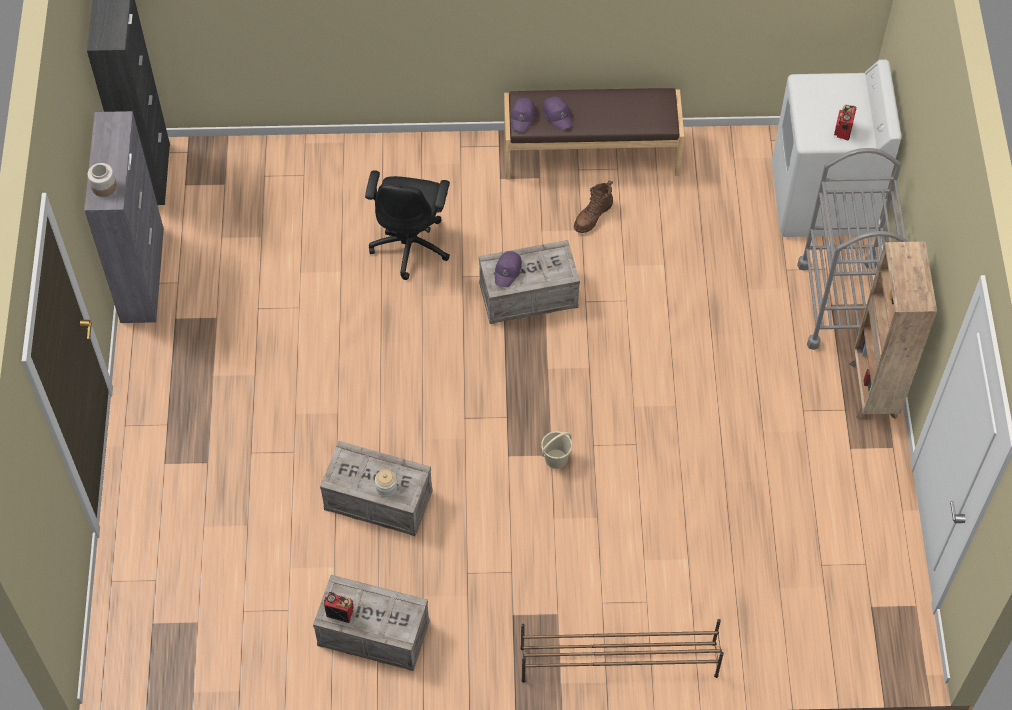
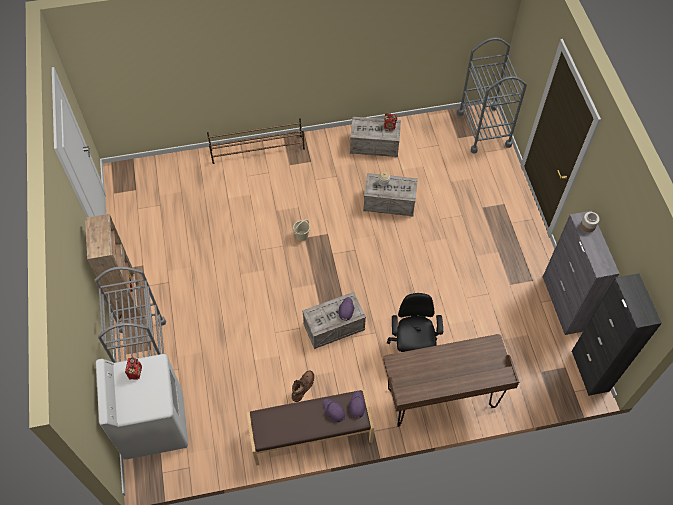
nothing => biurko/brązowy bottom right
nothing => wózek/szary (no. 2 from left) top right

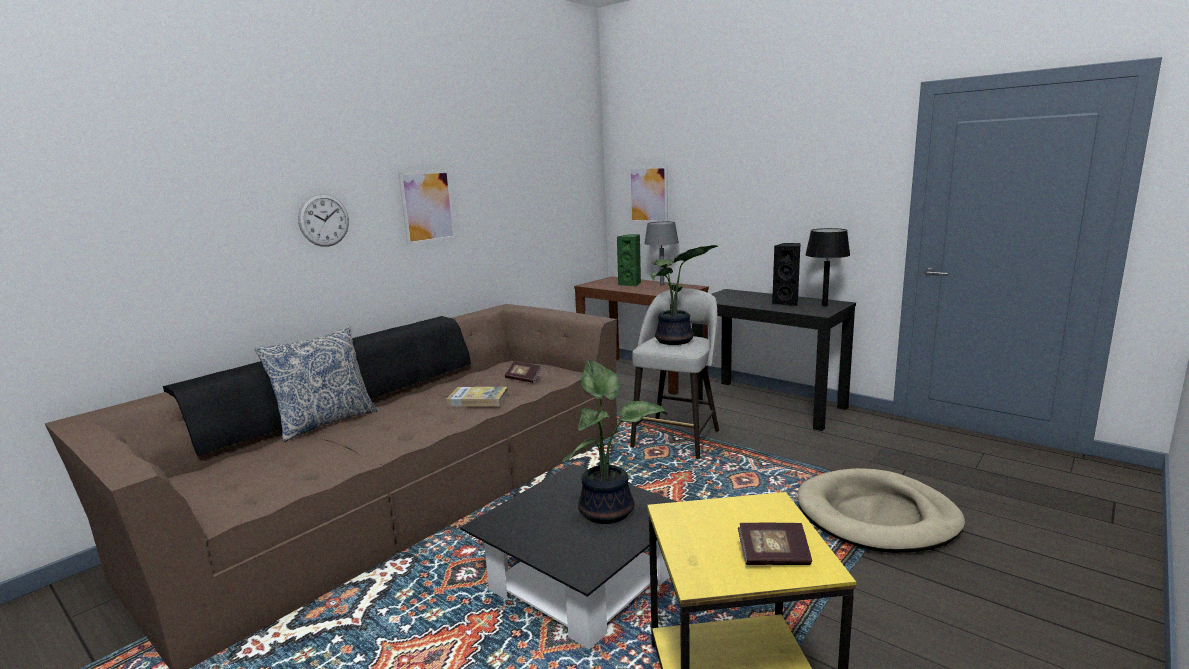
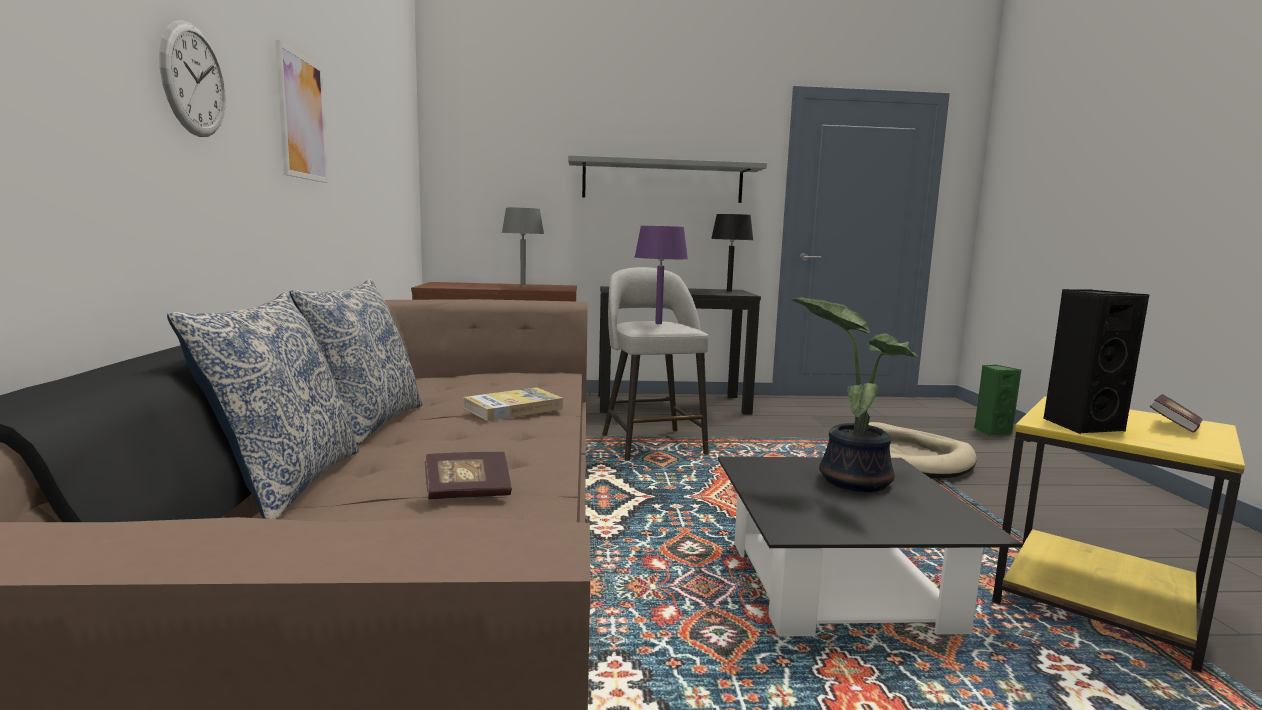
obraz (no. 2 from left) top centre => nothing
nothing => poduszka (no. 2 from left) middle left
nothing => półka/szary top centre
książka (no. 2 from left in the first image) centre => książka (no. 1 from left) bottom centre, relocated
głośnik/zielony centre => głośnik/zielony middle right, relocated
głośnik/czarny centre => głośnik/czarny middle right, relocated
roślina doniczkowa (no. 2 from left) centre => lampa stołowa/fioletowy centre

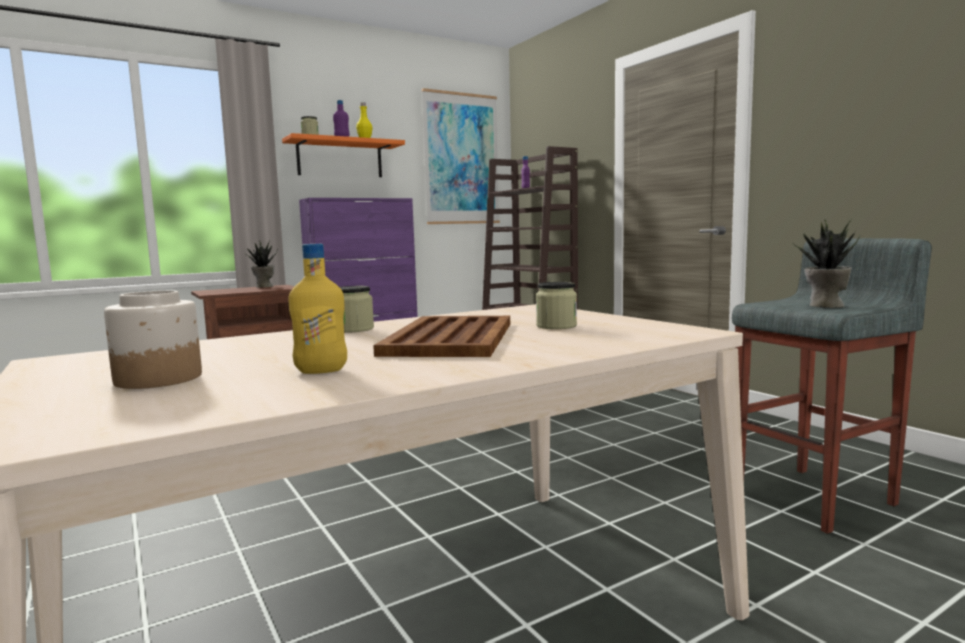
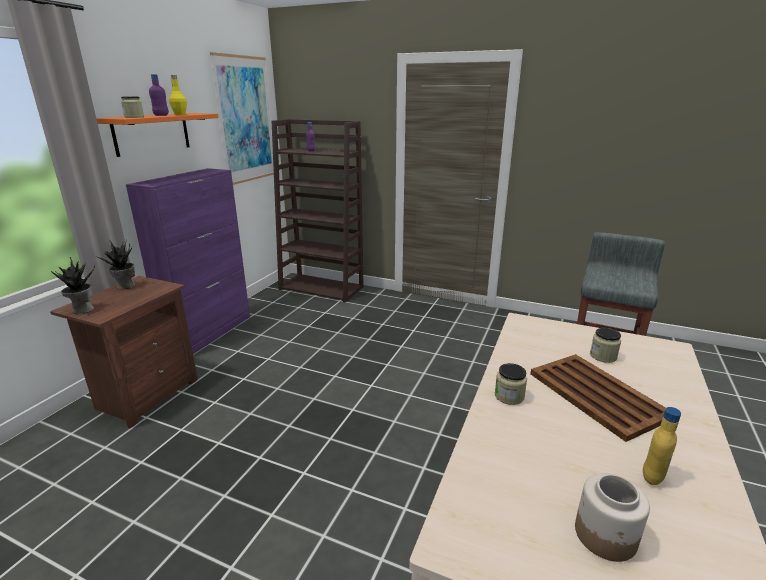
roślina doniczkowa (no. 2 from left in the first image) middle right => roślina doniczkowa (no. 1 from left) middle left, relocated

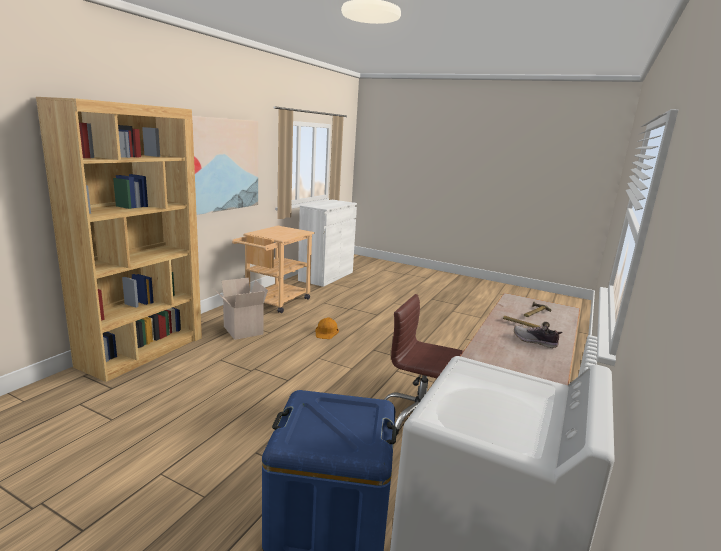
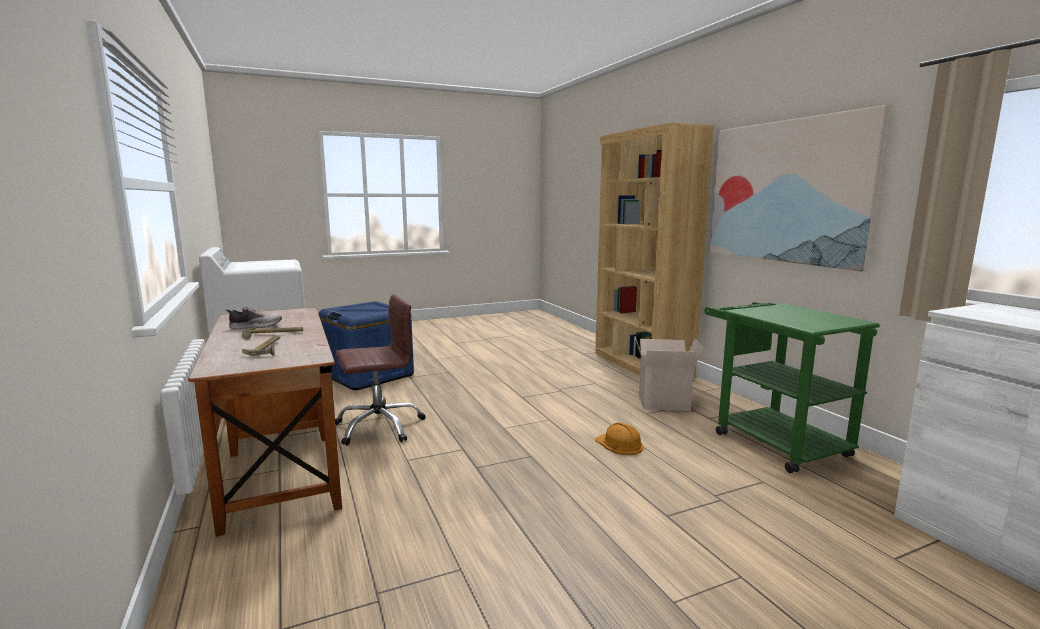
wózek/beżowy centre => wózek/zielony middle right

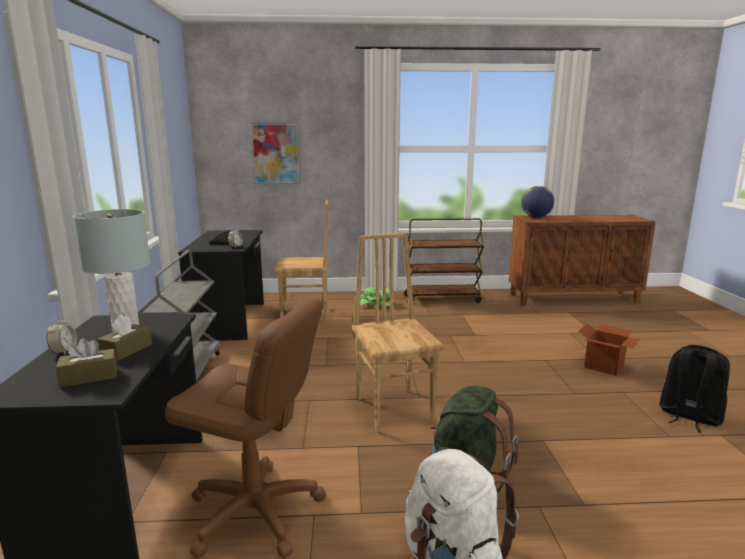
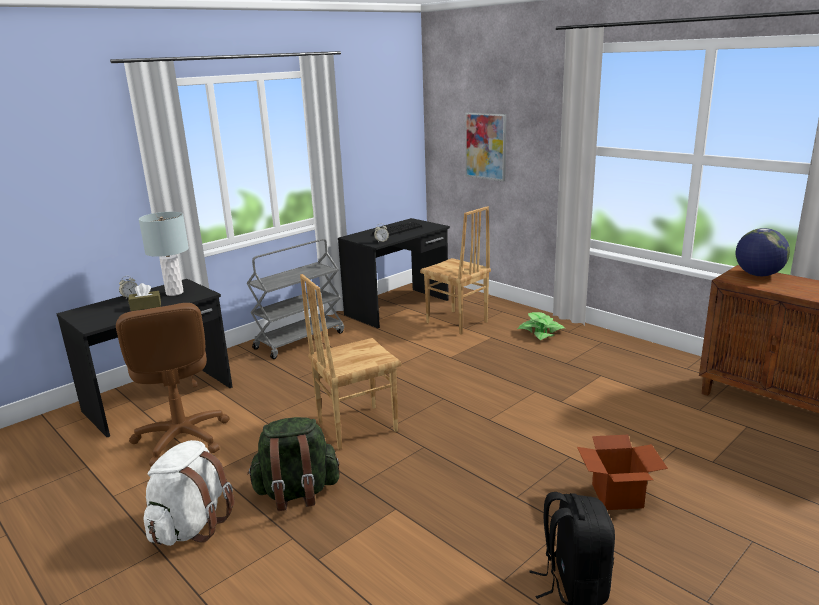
pudełko chusteczek/brązowy (no. 1 from left) middle left => nothing
wózek/brązowy centre => nothing
krzesło/brązowy (no. 2 from left in the first image) centre => krzesło/brązowy (no. 1 from left) centre, 150 degrees counterclockwise

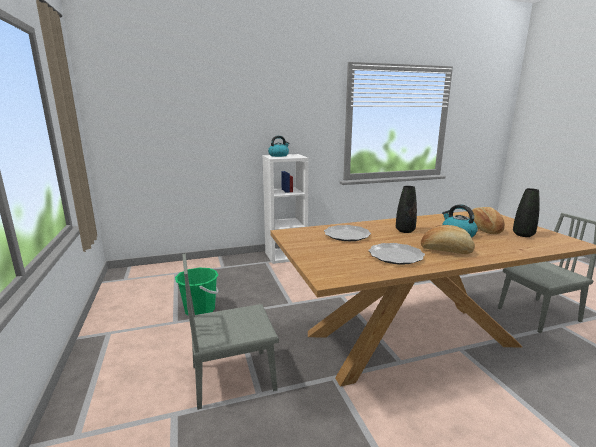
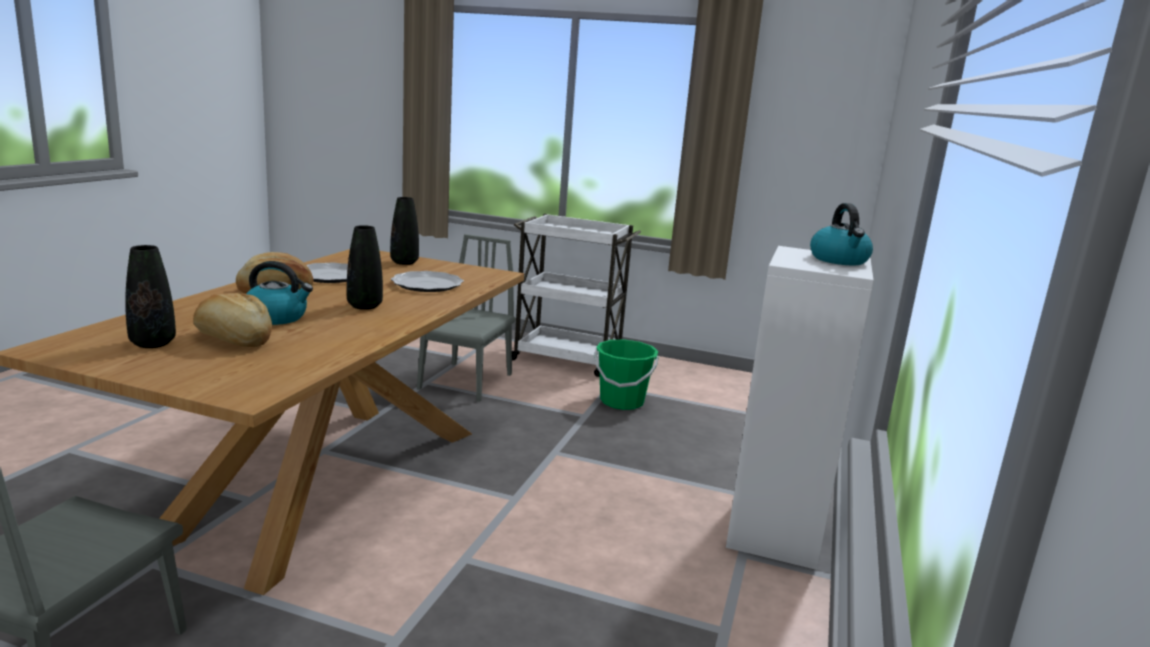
nothing => wazon/czarny (no. 3 from left) centre
nothing => wózek/biały centre

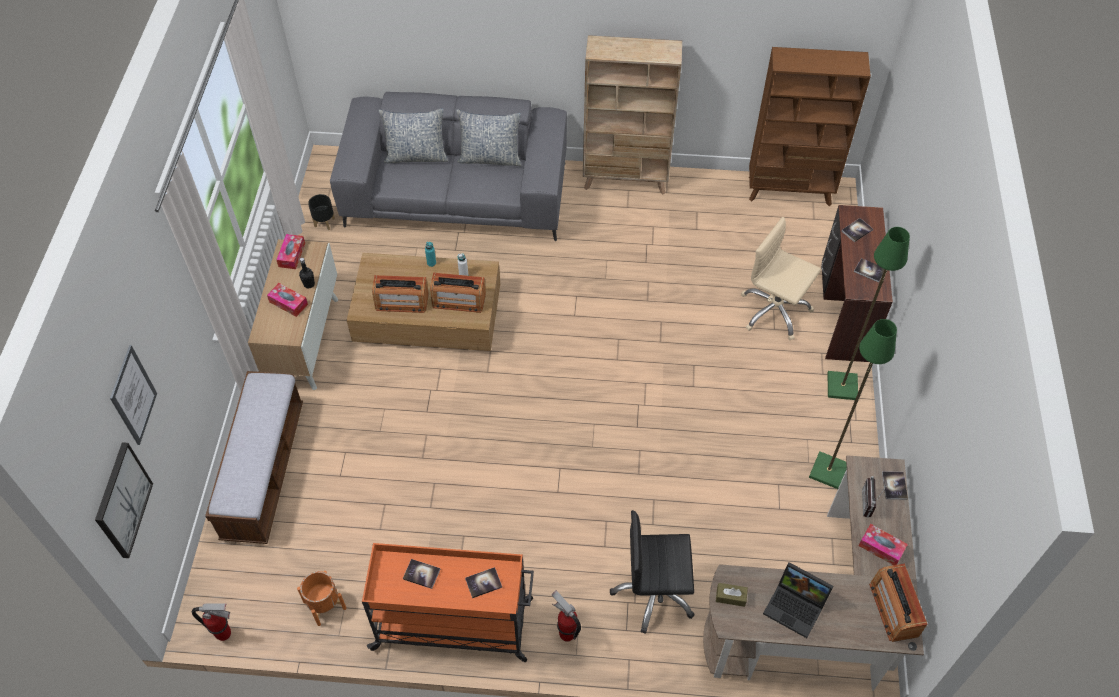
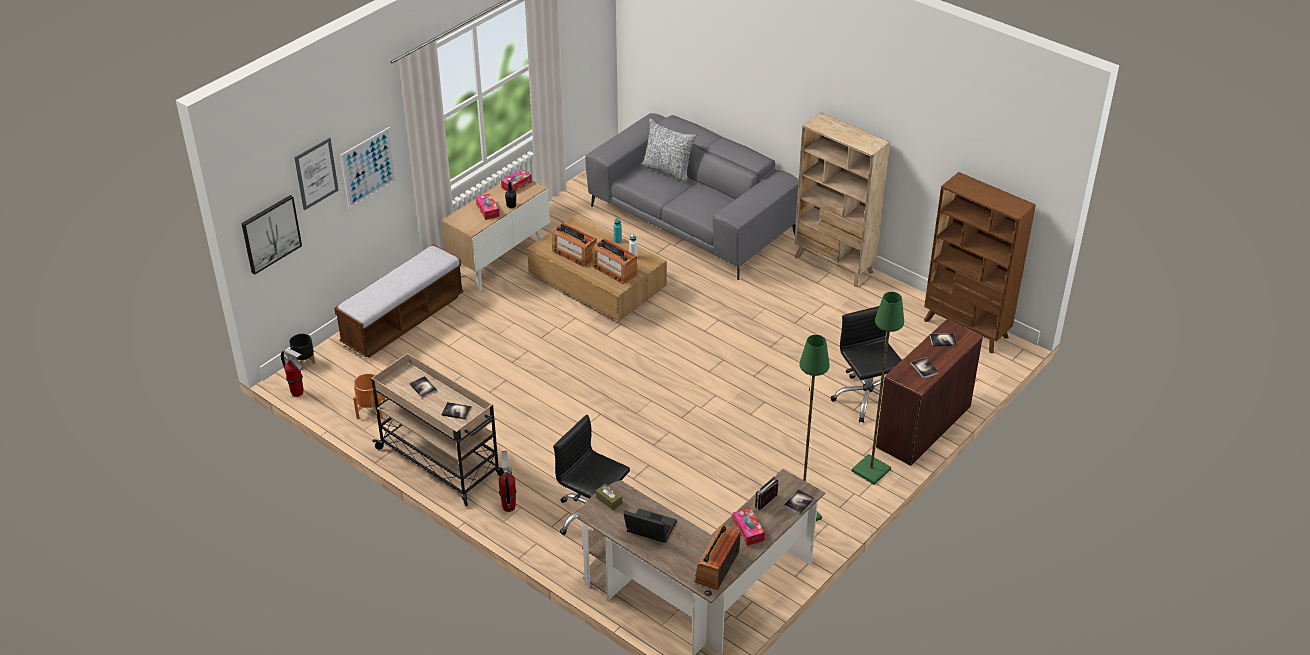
poduszka (no. 2 from left) top centre => nothing
nothing => obraz (no. 3 from left) top left
donica/czarny top left => donica/czarny middle left, relocated
wózek/pomarańczowy bottom centre => wózek/beżowy centre
krzesło biurowe/beżowy middle right => krzesło biurowe/czarny (no. 2 from left) centre
laptop bottom right => laptop bottom centre, 135 degrees clockwise

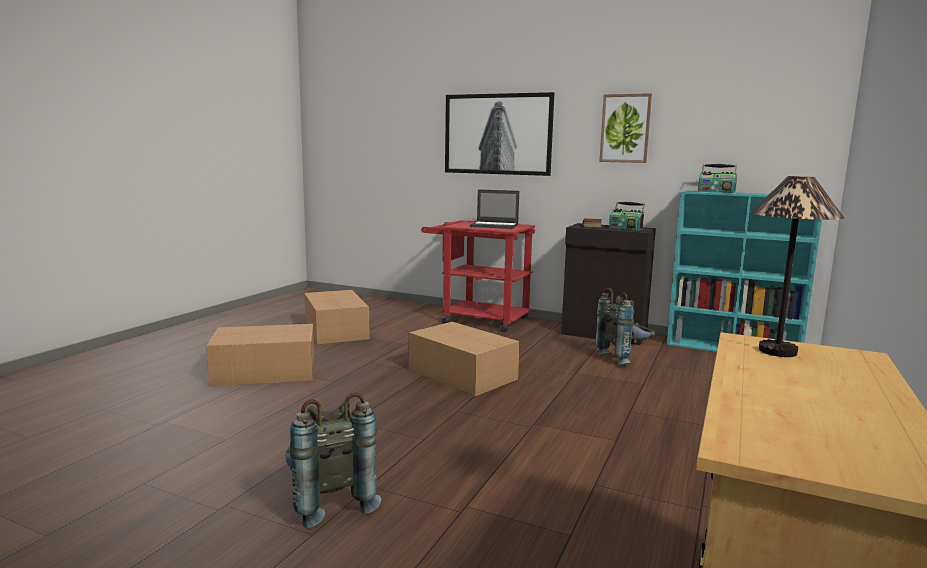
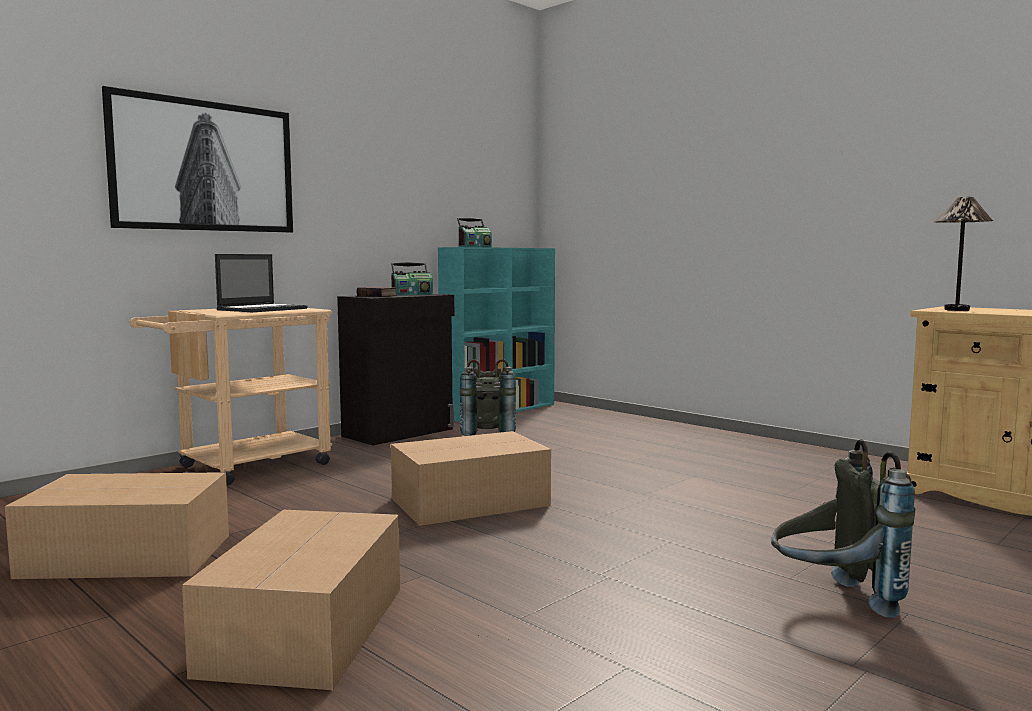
obraz (no. 2 from left) top right => nothing
wózek/czerwony centre => wózek/beżowy middle left

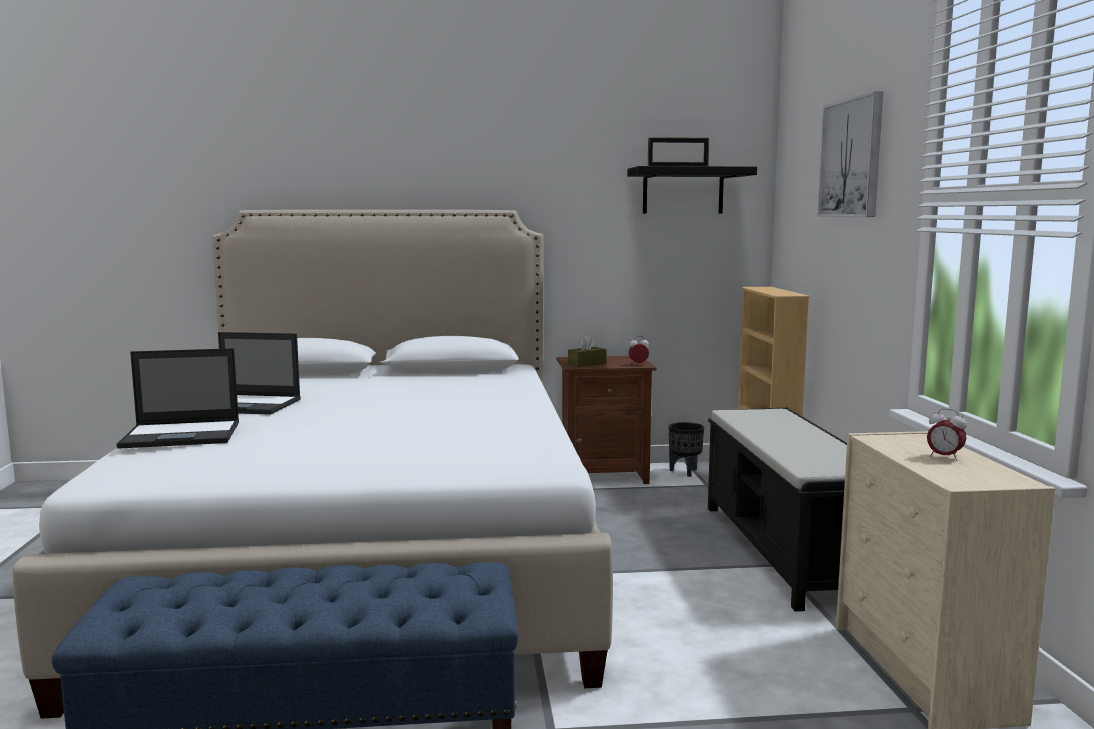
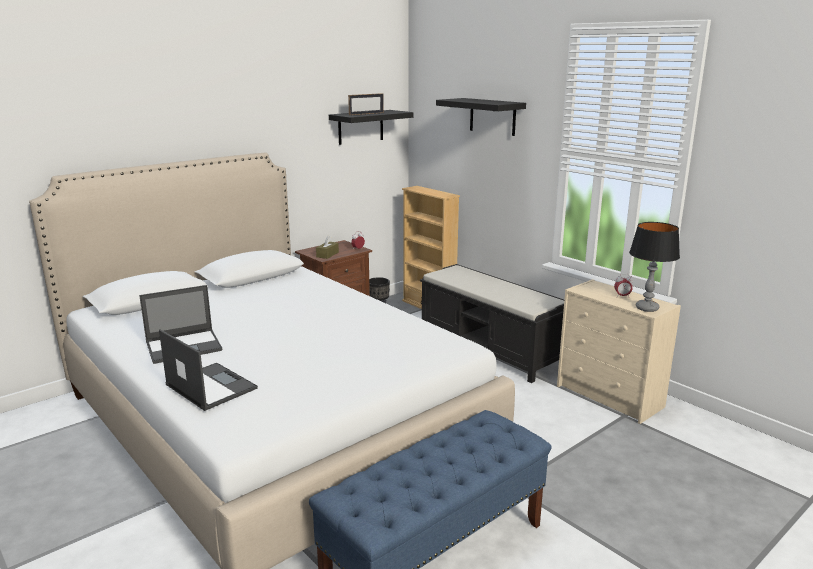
nothing => lampa stołowa middle right
obraz top right => półka/czarny (no. 2 from left) top centre
laptop (no. 1 from left in the first image) middle left => laptop (no. 2 from left) middle left, 90 degrees counterclockwise

